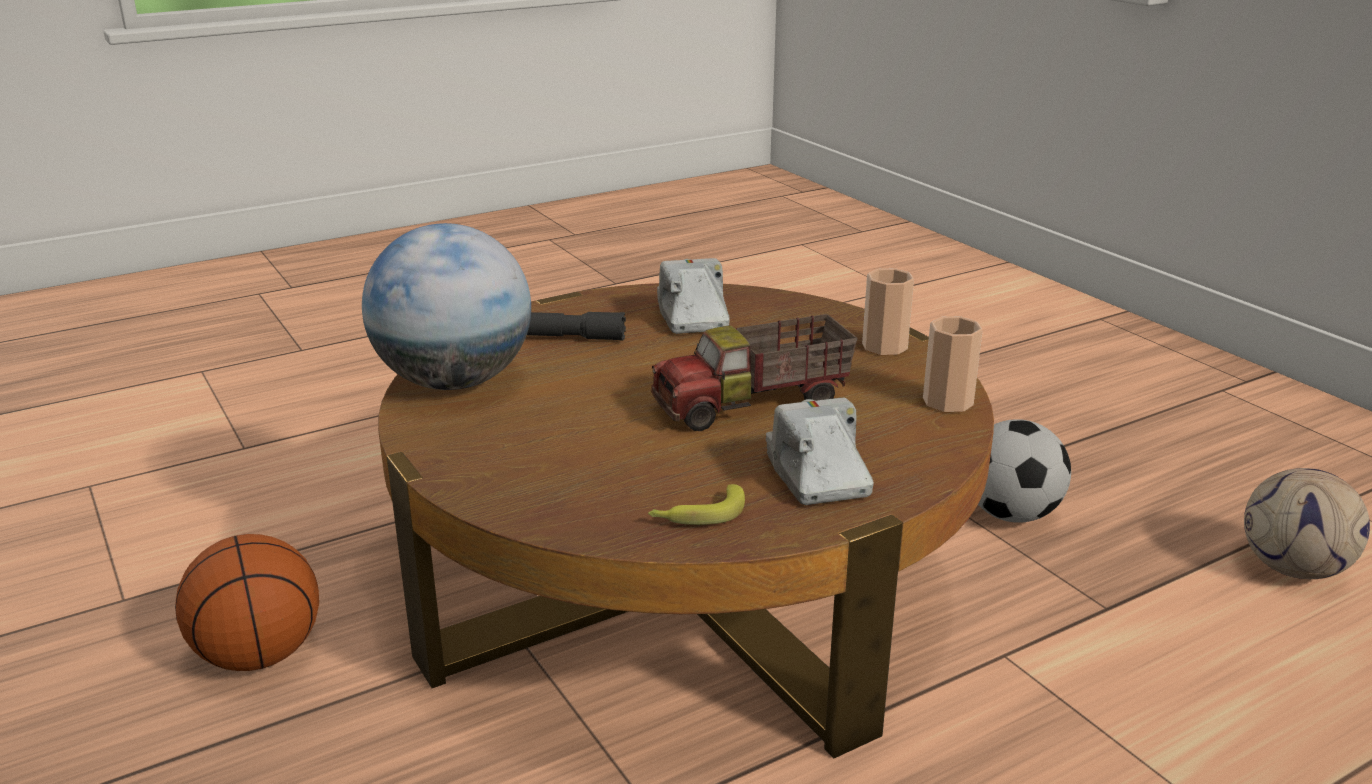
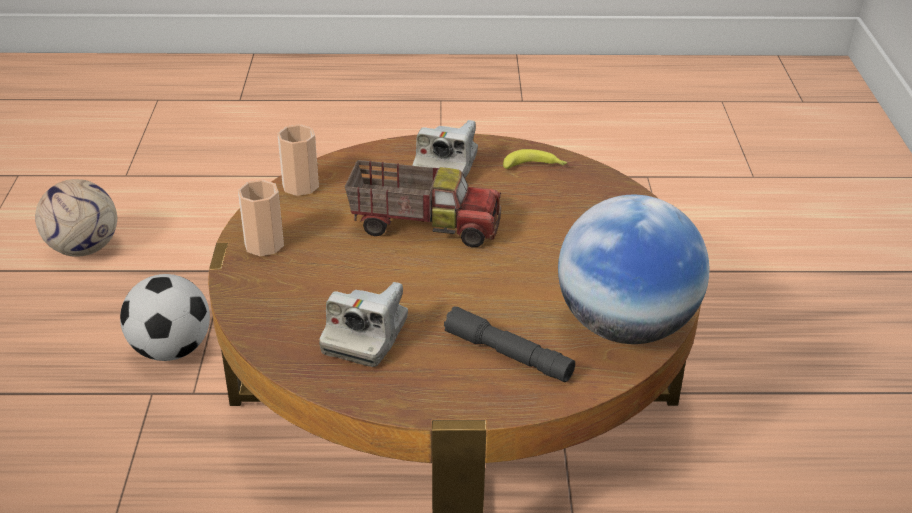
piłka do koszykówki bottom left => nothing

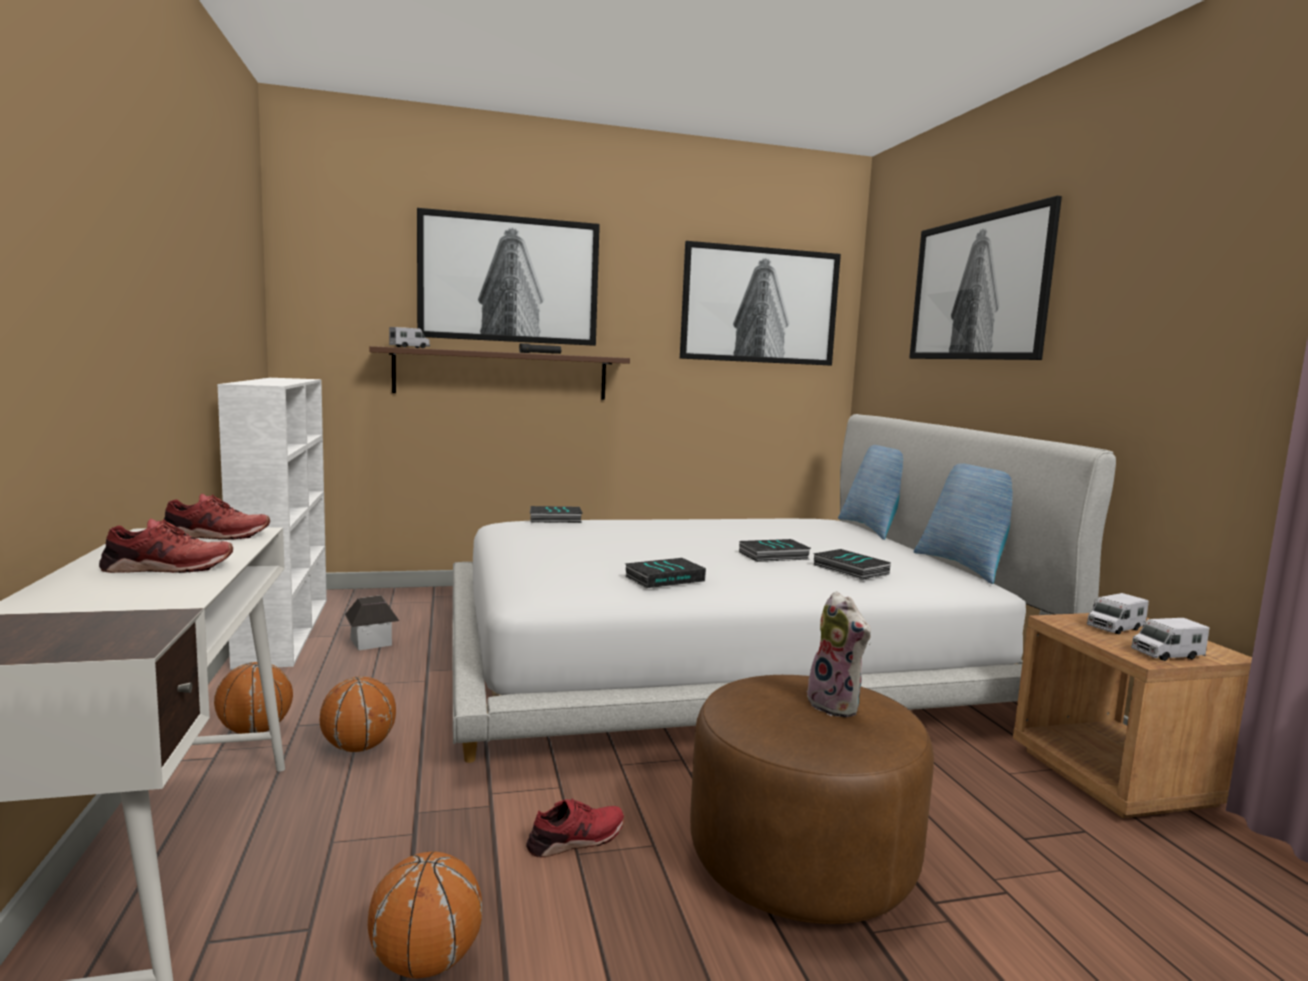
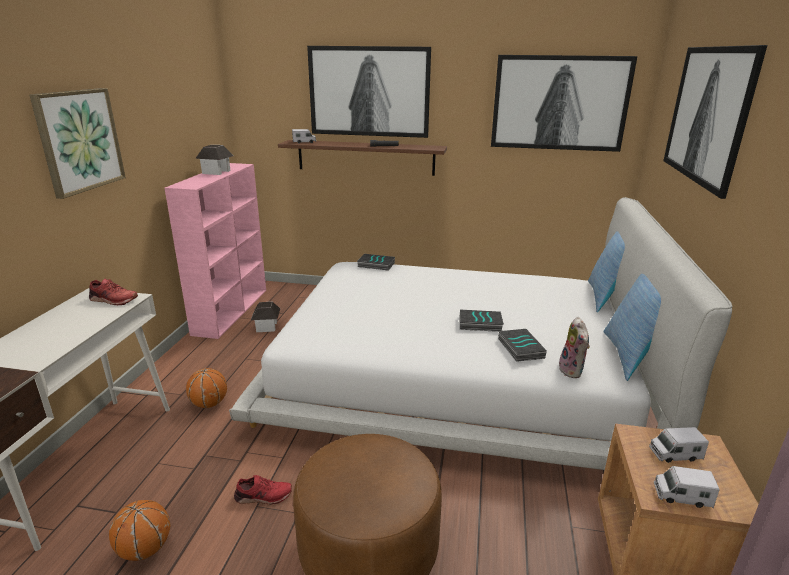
but/czerwony (no. 1 from left) middle left => nothing
piłka do koszykówki (no. 1 from left) bottom left => nothing
książka (no. 2 from left) centre => nothing
nothing => obraz (no. 1 from left) top left
nothing => domek (no. 1 from left) top left
pluszak bottom centre => pluszak middle right, relocated
regał/biały middle left => regał/różowy middle left

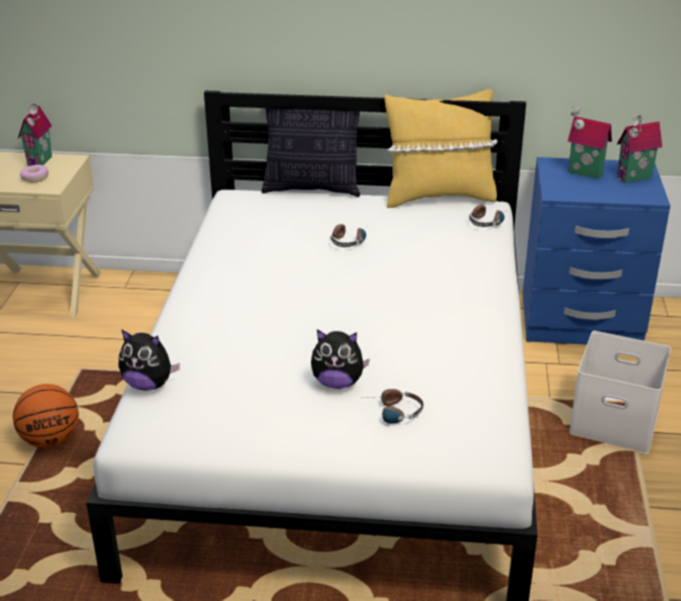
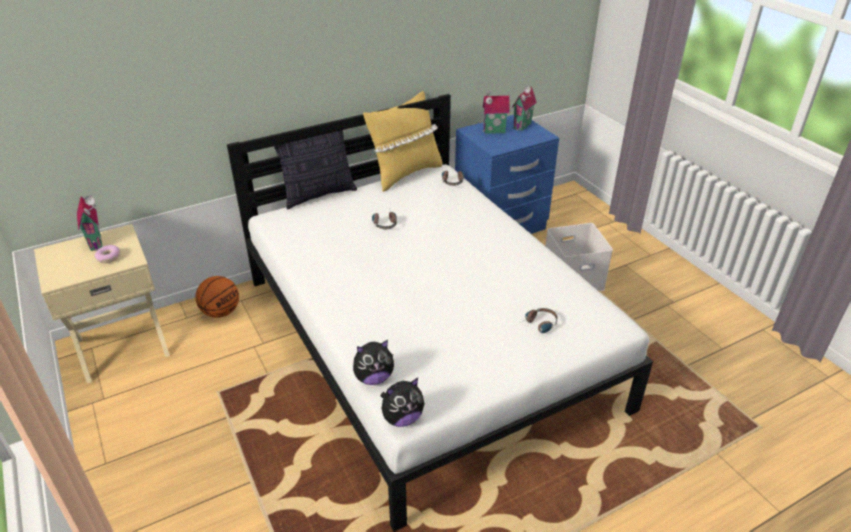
piłka do koszykówki bottom left => piłka do koszykówki middle left, relocated
pluszak (no. 2 from left) centre => pluszak (no. 2 from left) bottom centre, relocated

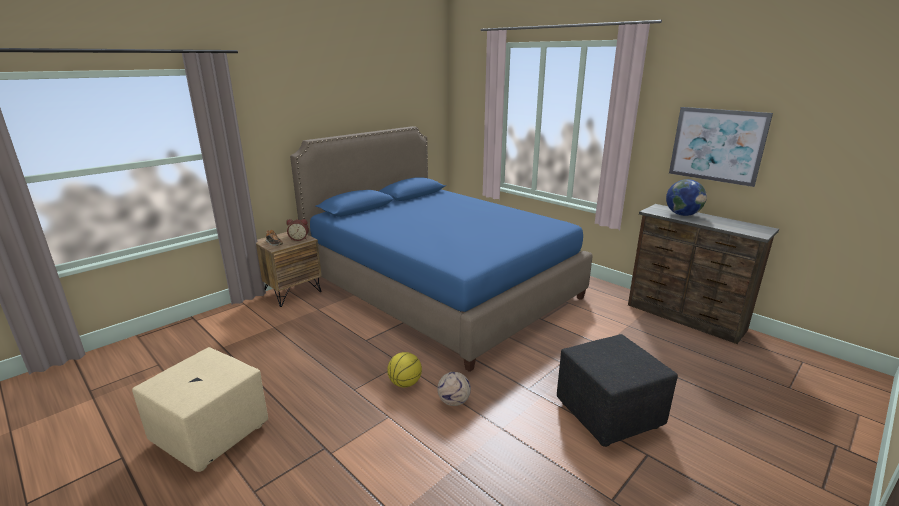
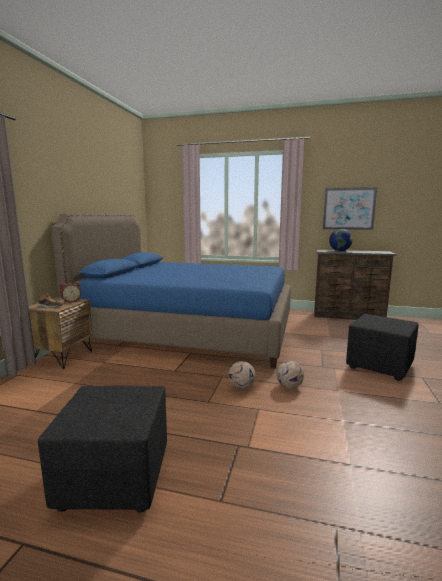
piłka do koszykówki bottom centre => piłka futbolowa (no. 1 from left) centre
pufa/beżowy bottom left => pufa/czarny (no. 1 from left) bottom left

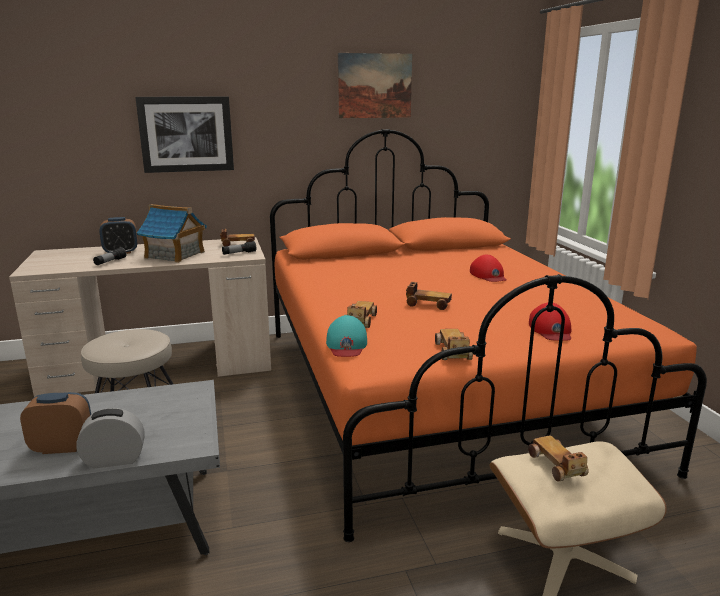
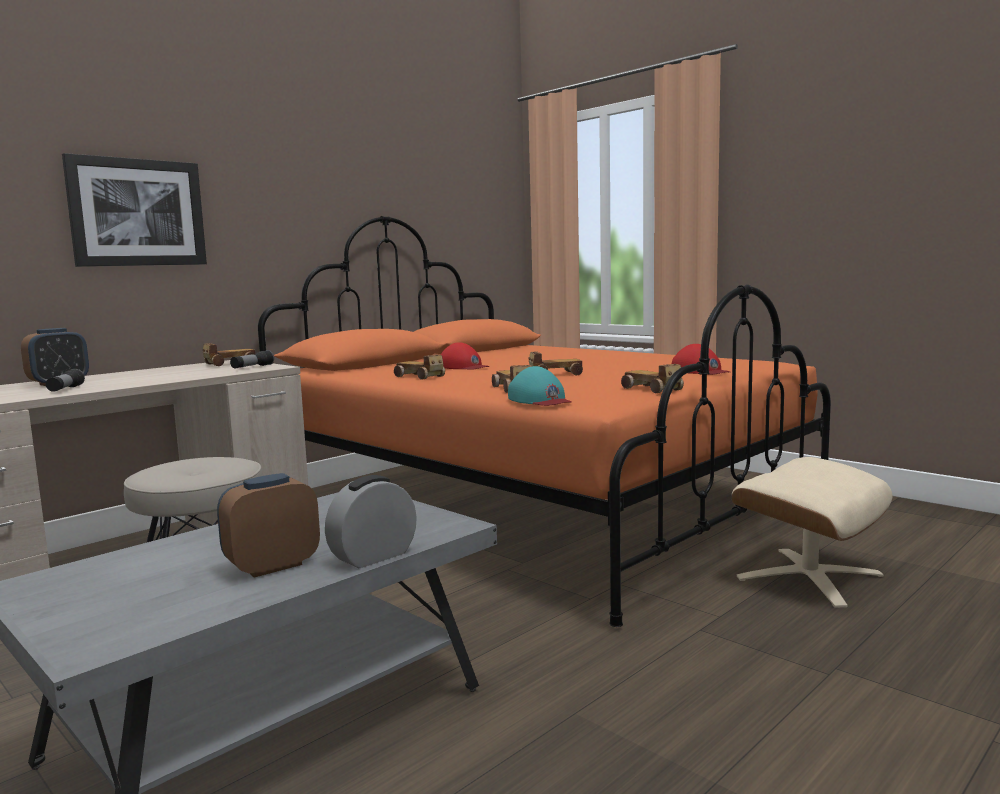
domek middle left => nothing
obraz (no. 2 from left) top centre => nothing
czapka z daszkiem/czerwony (no. 1 from left) middle right => czapka z daszkiem/czerwony (no. 1 from left) centre, relocated
samochodzik (no. 5 from left in the first image) bottom right => samochodzik (no. 2 from left) centre, relocated

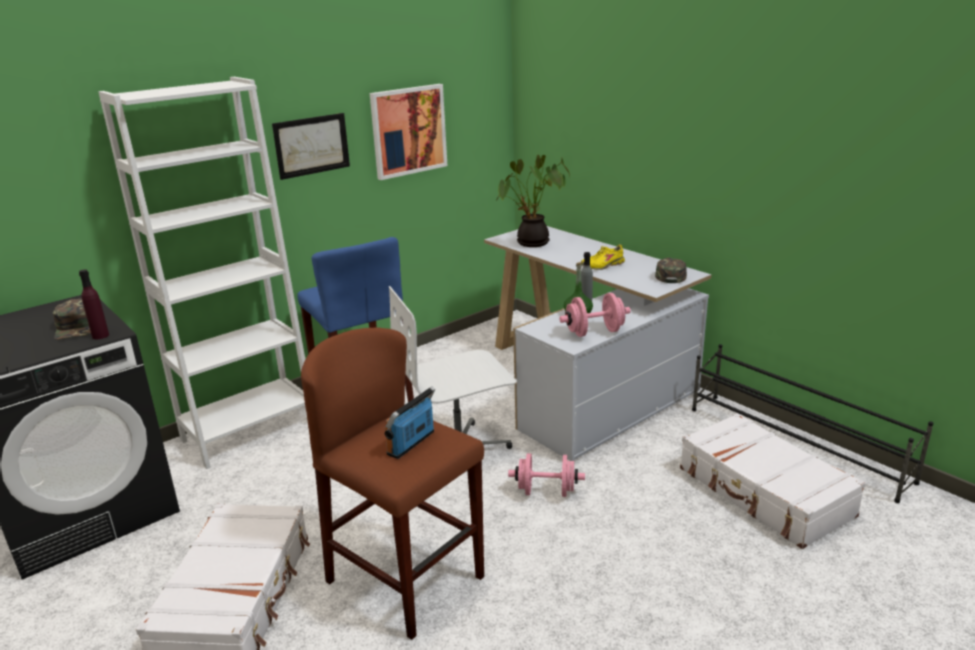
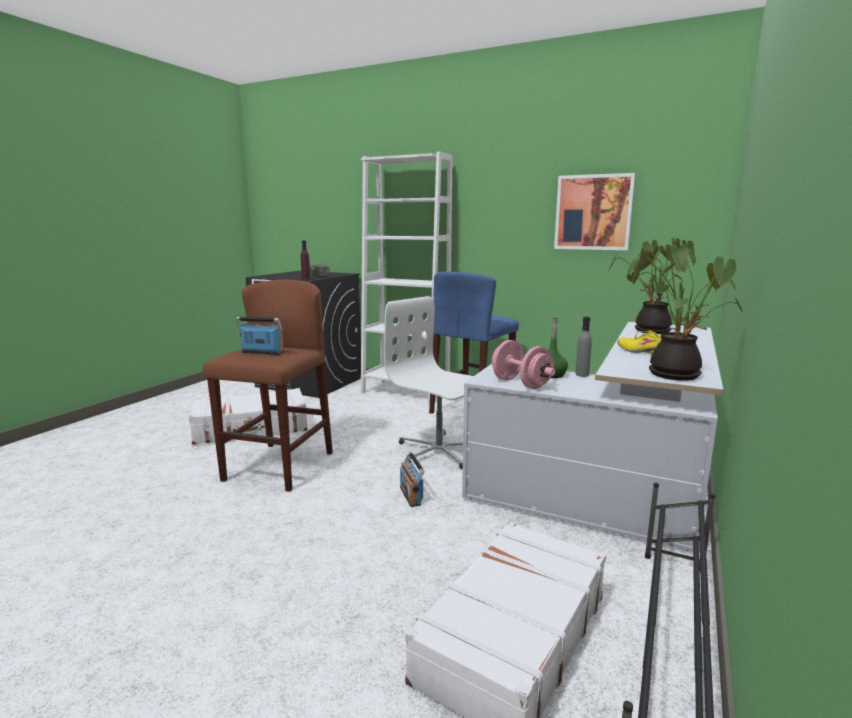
obraz (no. 1 from left) top left => nothing
hantel/różowy (no. 1 from left) bottom centre => radio (no. 2 from left) bottom centre
czapka z daszkiem/zielony (no. 2 from left) middle right => roślina doniczkowa (no. 2 from left) middle right

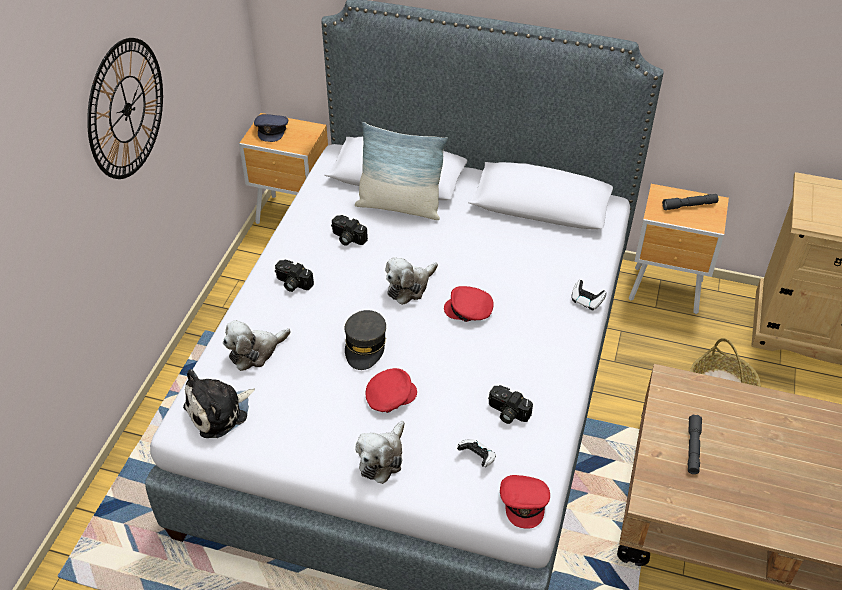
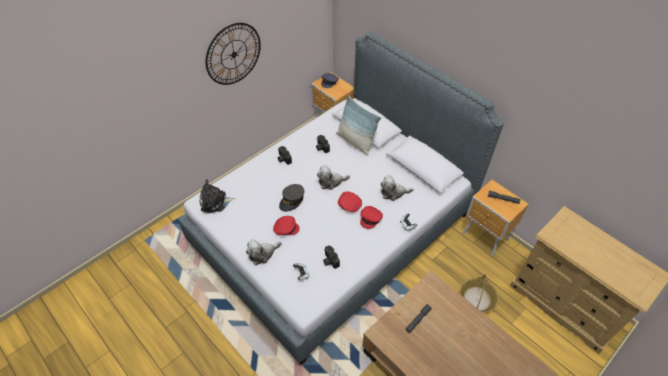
pluszak (no. 2 from left in the first image) middle left => pluszak (no. 4 from left) centre, relocated
czapka z daszkiem/czerwony (no. 3 from left) bottom centre => czapka z daszkiem/czerwony (no. 3 from left) centre, relocated

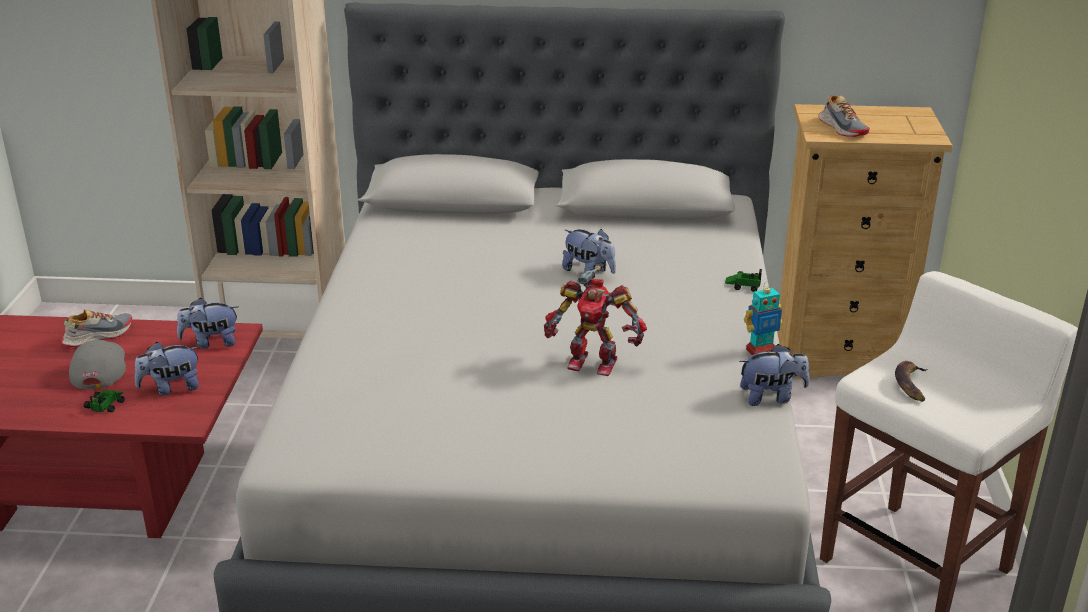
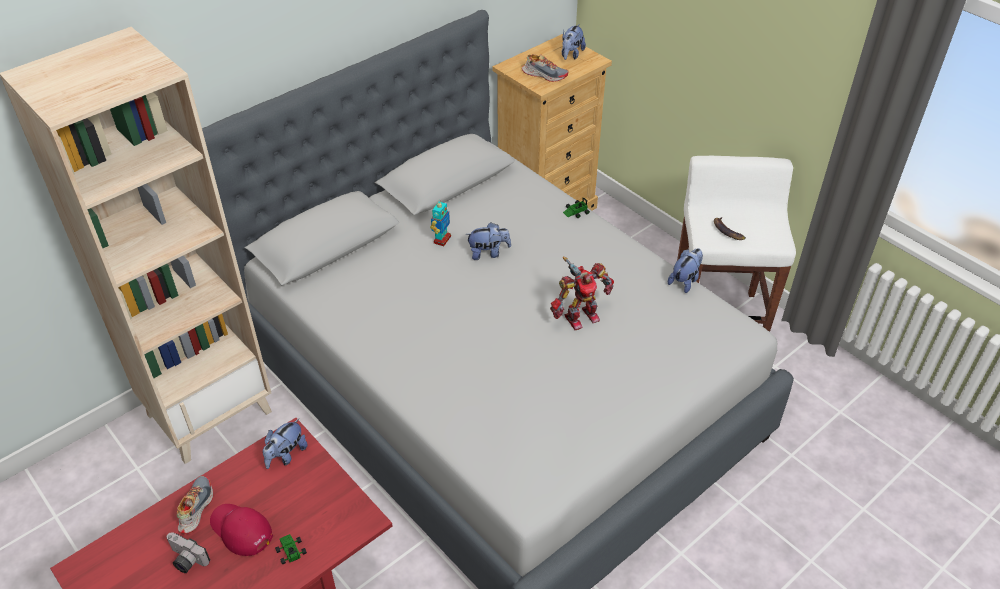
nothing => aparat fotograficzny bottom left
pluszak (no. 1 from left in the first image) middle left => pluszak (no. 3 from left) top centre, relocated
robot zabawkowy (no. 2 from left in the first image) middle right => robot zabawkowy (no. 1 from left) centre, relocated
czapka z daszkiem/szary middle left => czapka z daszkiem/czerwony bottom left

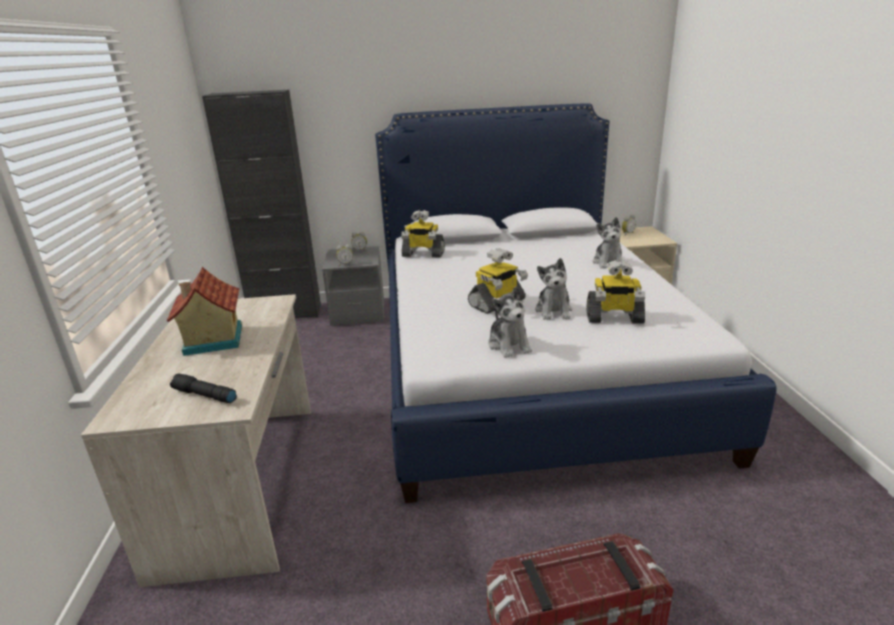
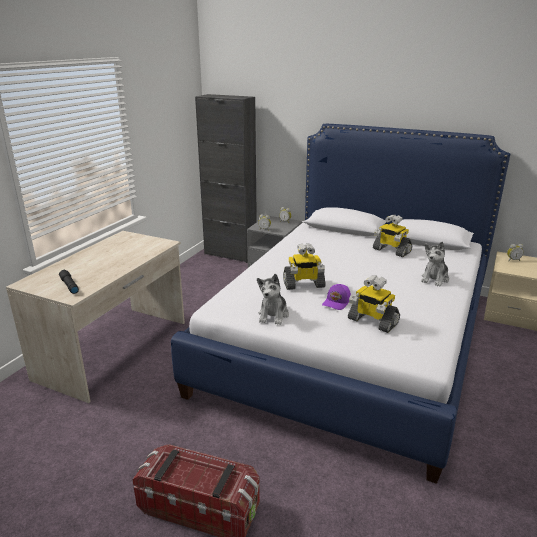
domek middle left => nothing
robot zabawkowy (no. 1 from left in the first image) centre => robot zabawkowy (no. 3 from left) middle right, relocated
pluszak (no. 2 from left) centre => czapka z daszkiem/fioletowy centre

